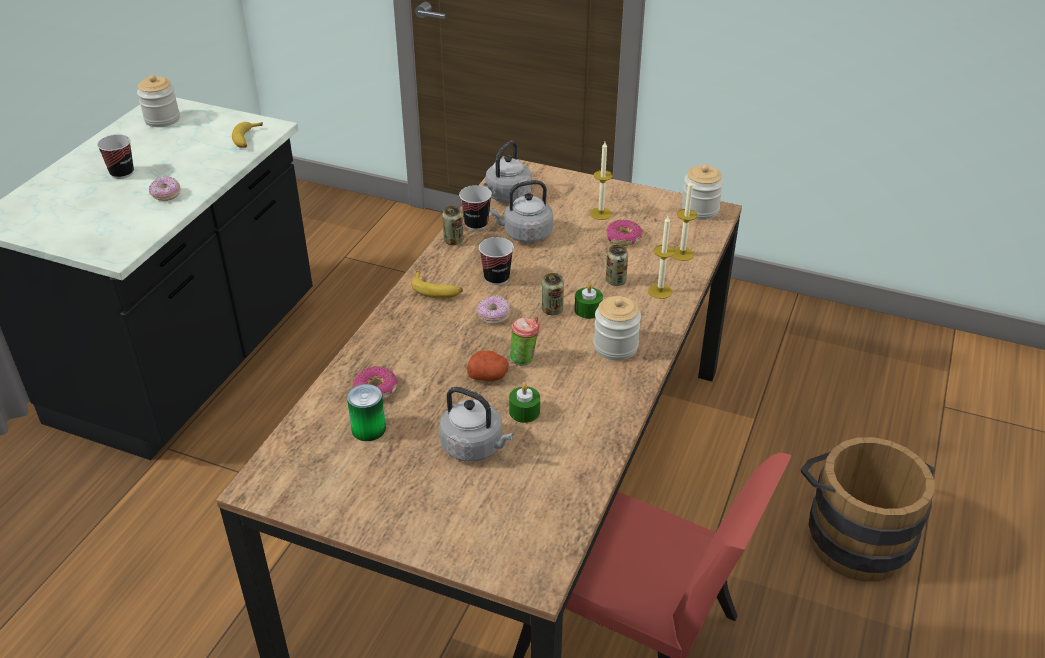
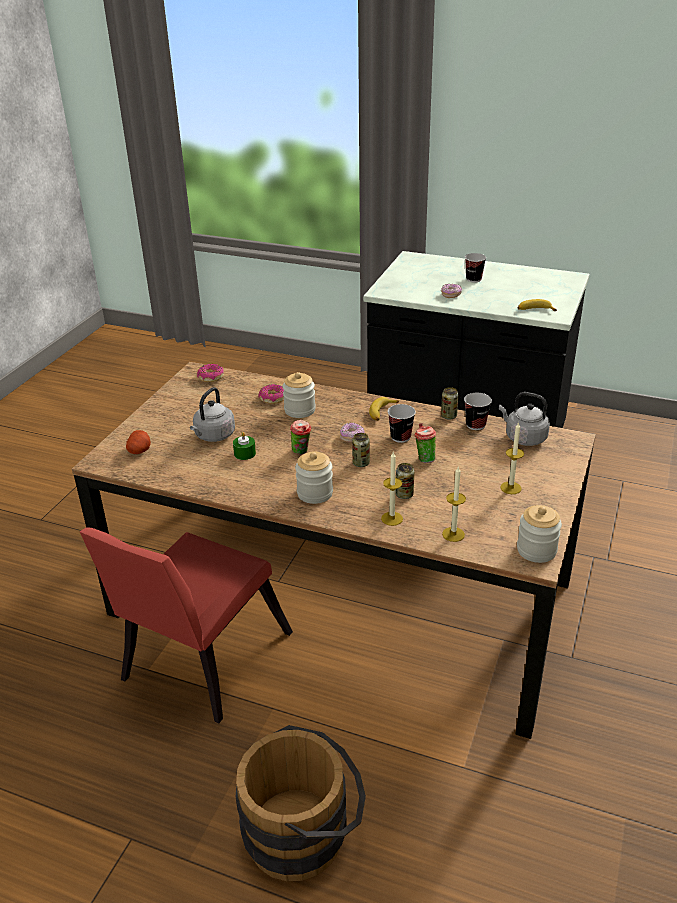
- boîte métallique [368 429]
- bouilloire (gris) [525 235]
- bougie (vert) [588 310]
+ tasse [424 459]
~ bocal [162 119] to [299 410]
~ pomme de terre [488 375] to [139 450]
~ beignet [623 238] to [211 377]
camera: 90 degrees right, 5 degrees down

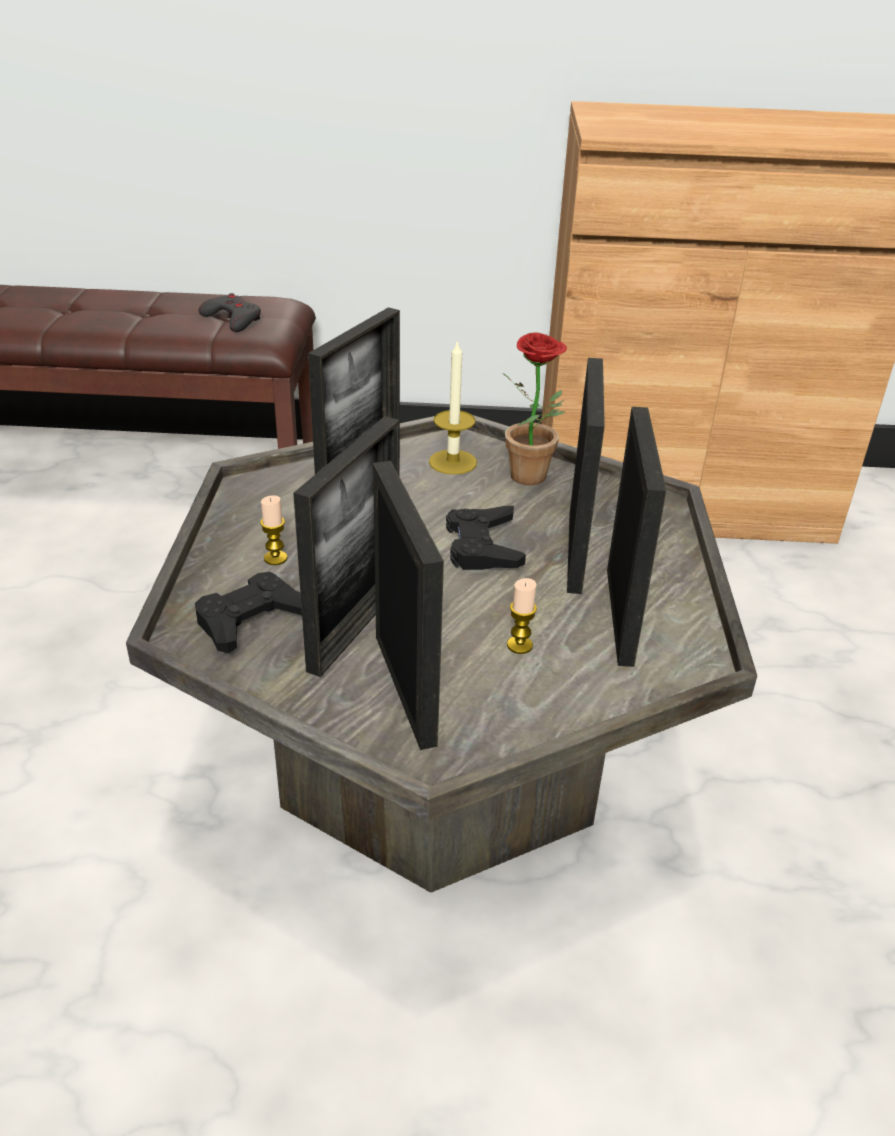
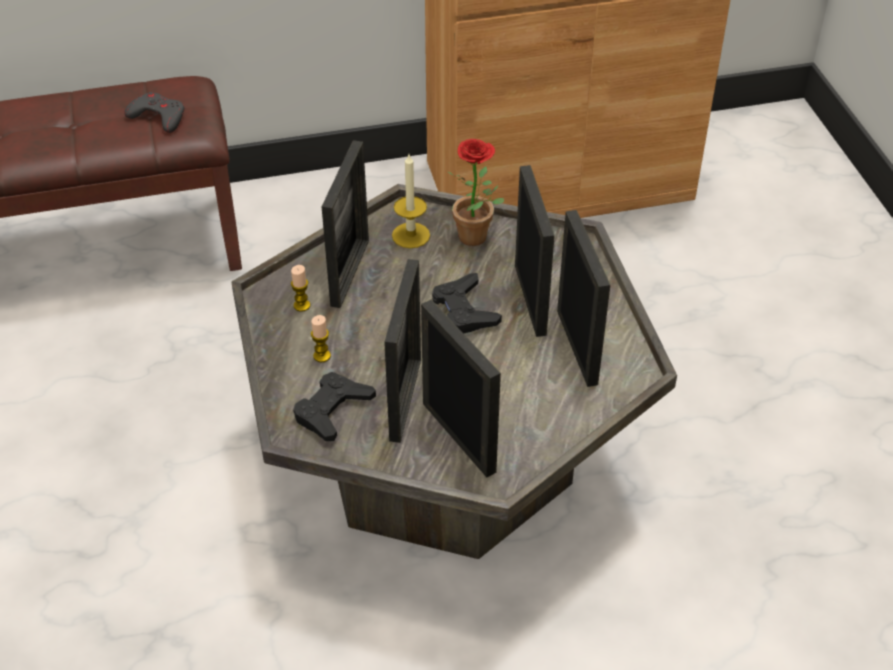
~ bougie [519 645] to [302 305]
camera: 15 degrees left, 10 degrees up

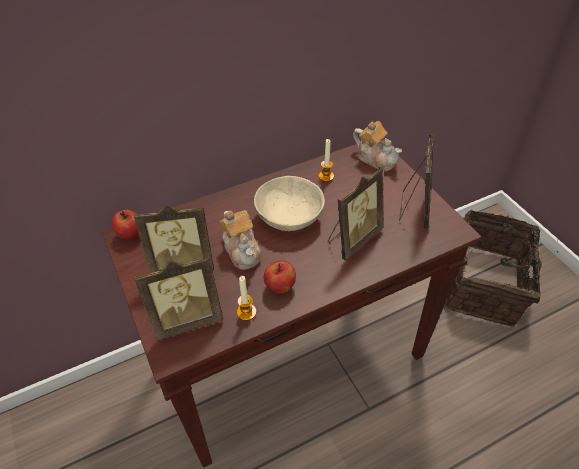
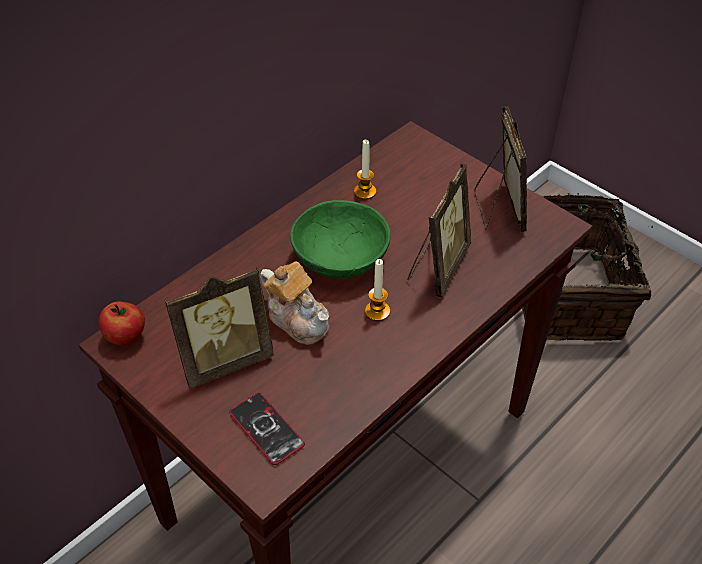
- pomme [280 286]
- théière [376 158]
~ bougie [246 312] to [377 311]
~ cadre photo [187 319] to téléphone [266 429]
~ bol (beige) [289 216] to bol (vert) [339 257]
camera: 20 degrees left, 0 degrees up

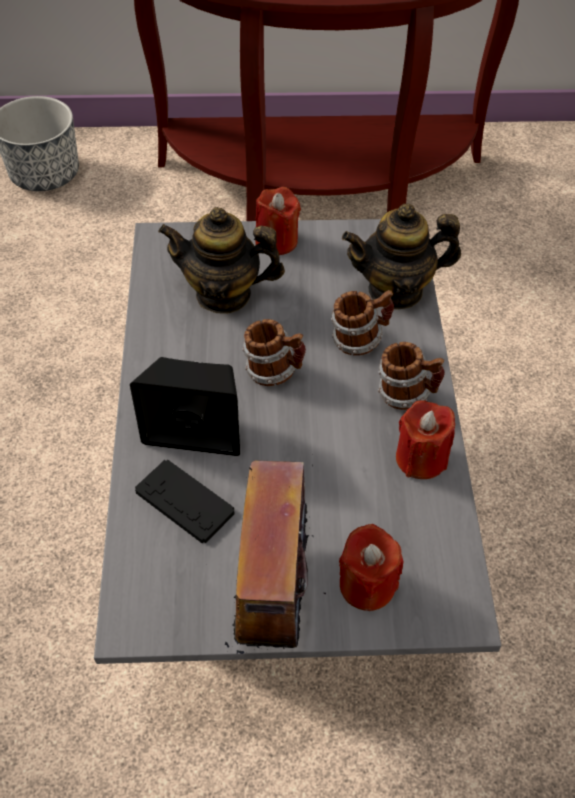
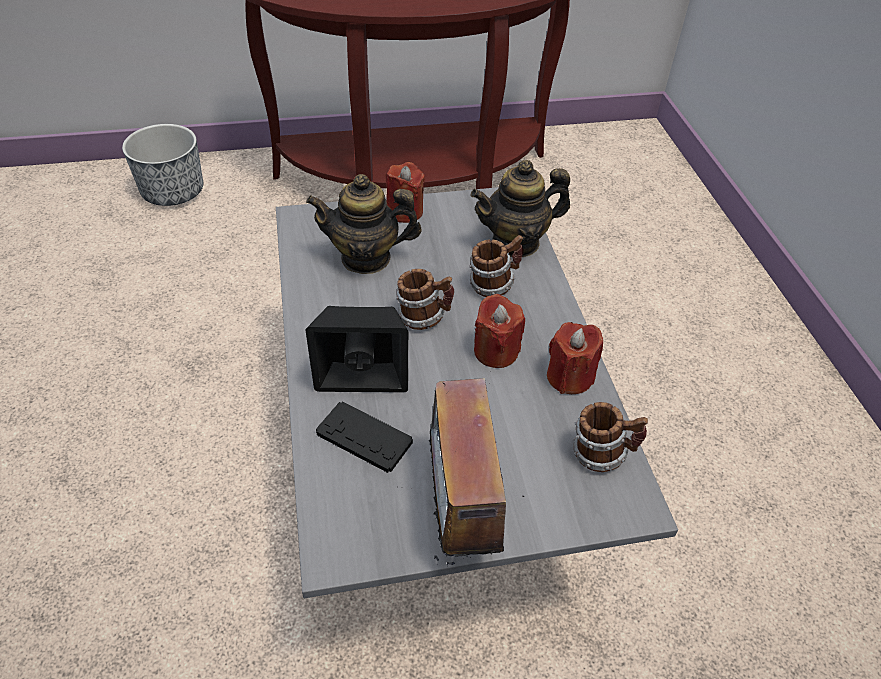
~ bougie (rouge) [367 585] to [495 351]
~ mug [406 394] to [601 454]
camera: 10 degrees left, 5 degrees down

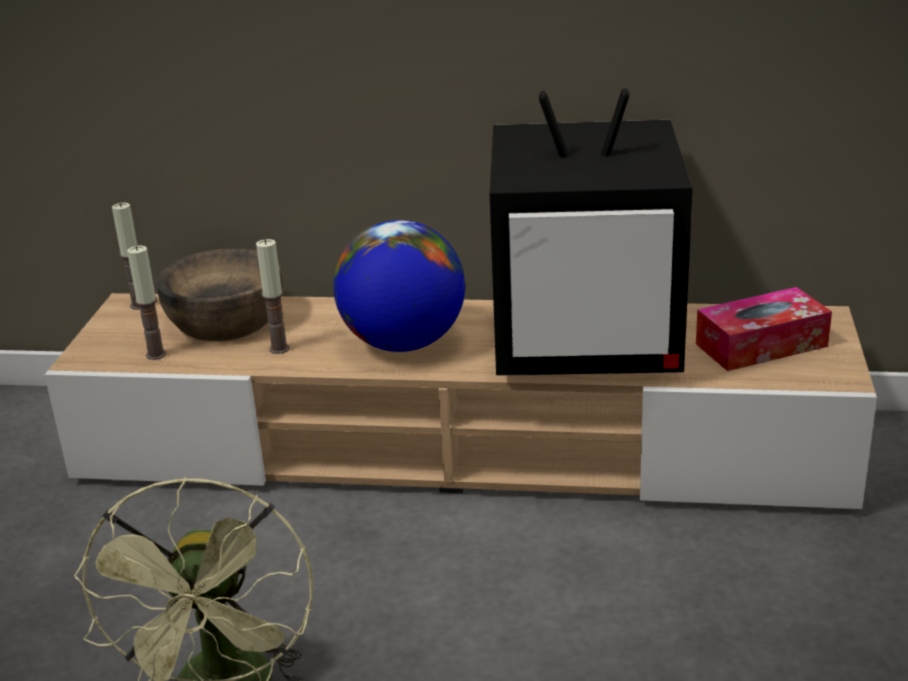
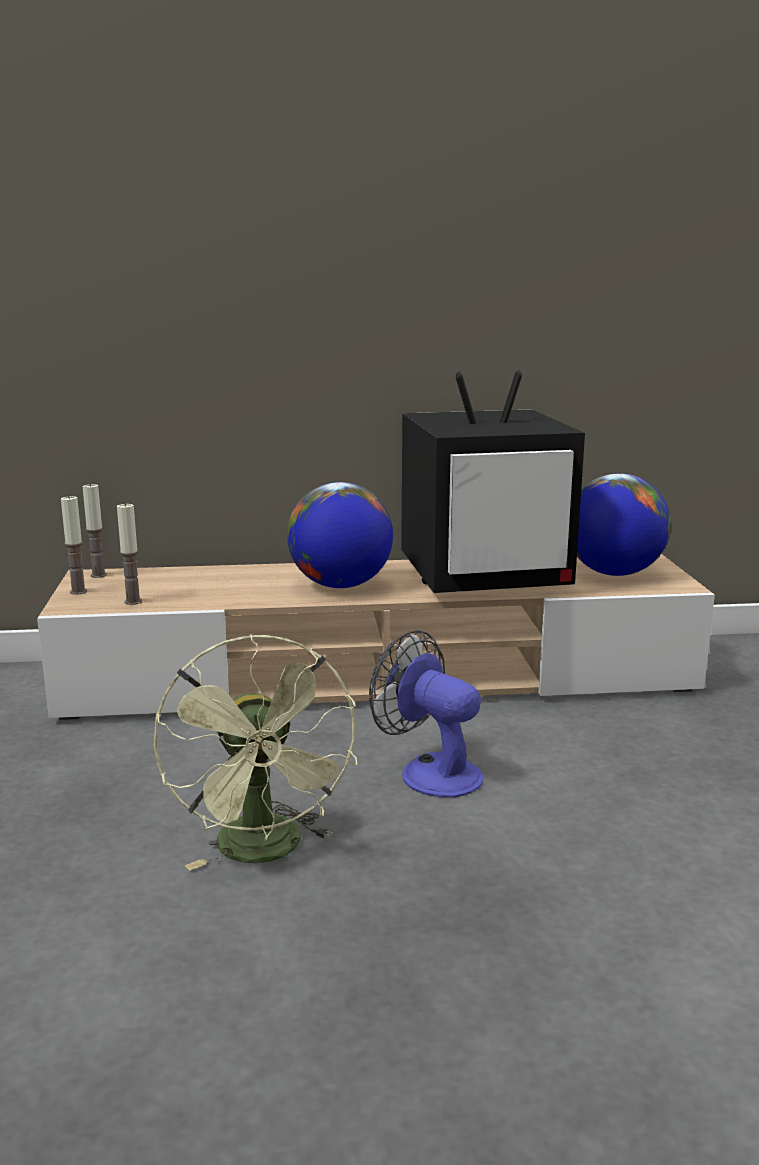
- bol (marron) [225 320]
+ ventilateur [429 771]
~ bougie [279 349] to [78 591]
~ boîte à mouchoirs [761 345] to globe [614 573]
camera: 15 degrees left, 10 degrees down

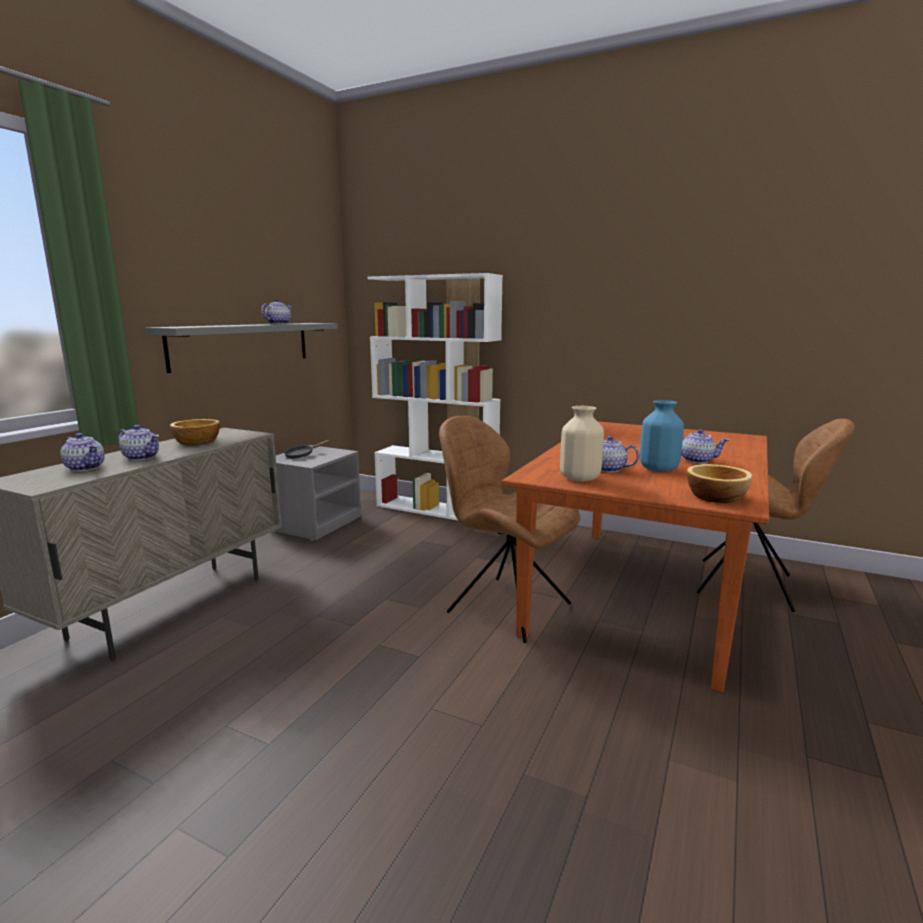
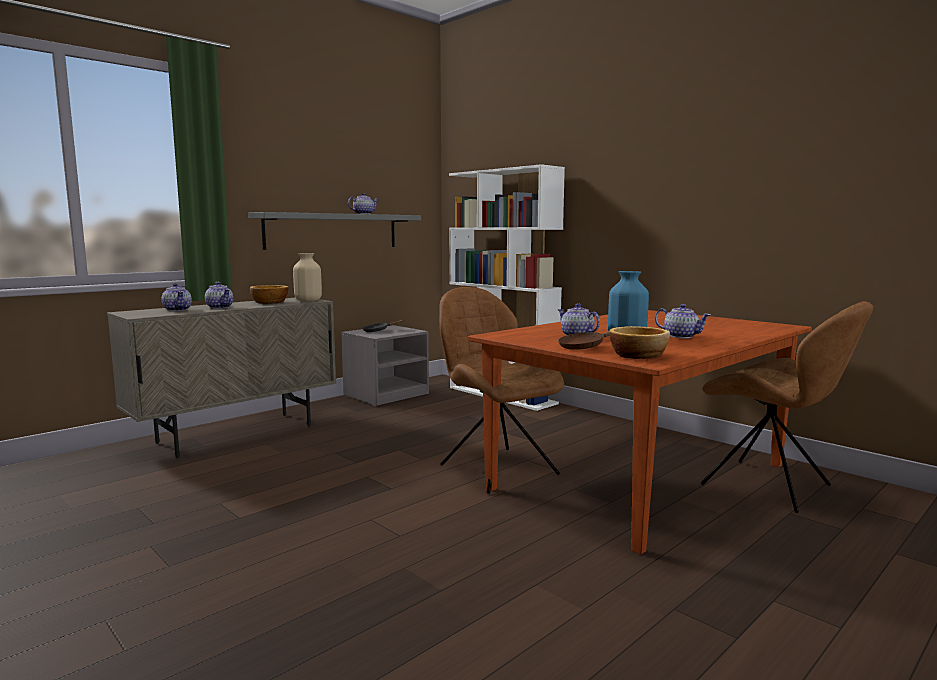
+ poêle (marron) [585 347]
~ vase (beige) [579 478] to [307 301]
camera: 20 degrees right, 5 degrees down

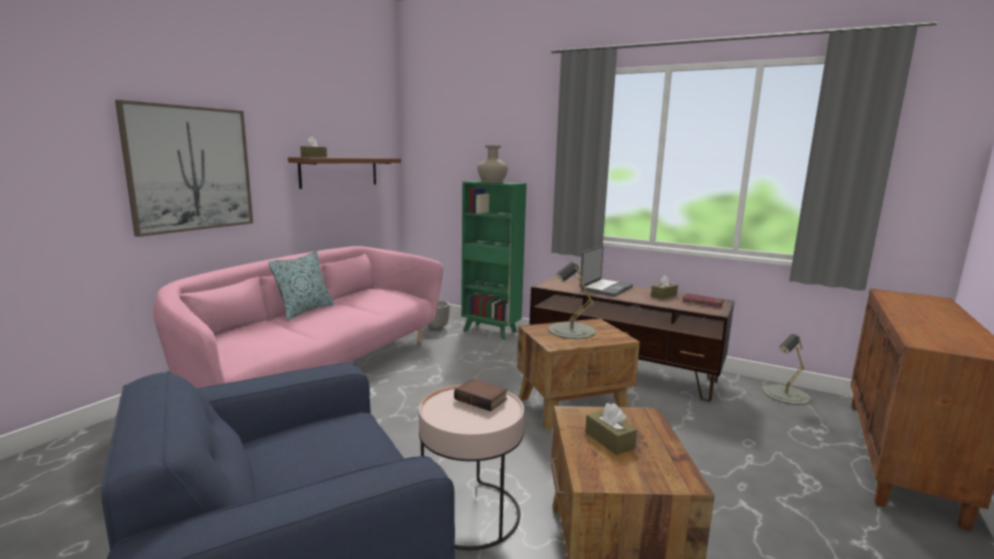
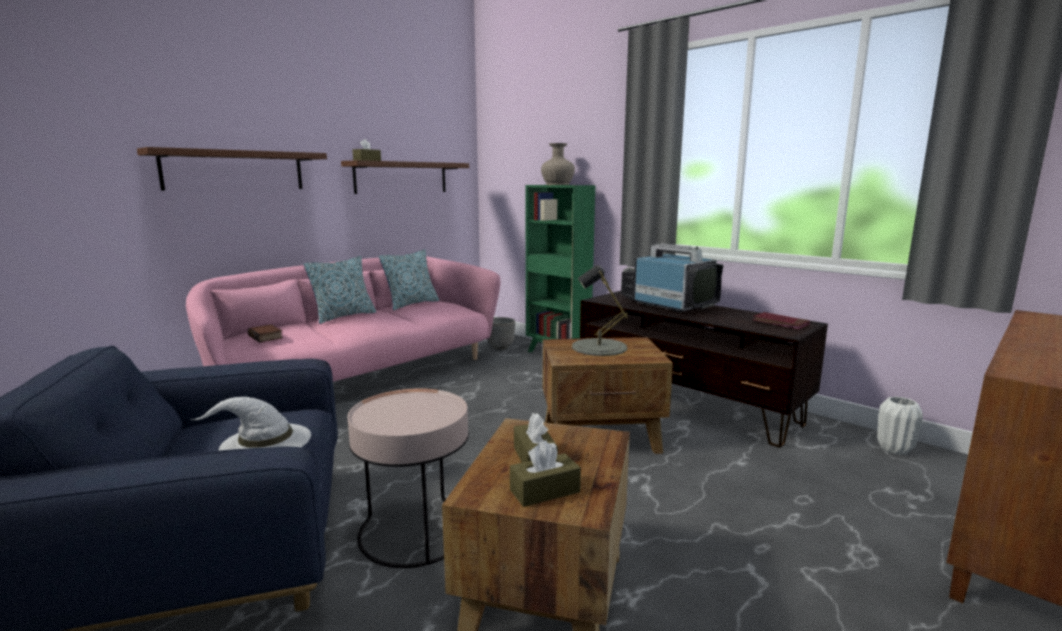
+ chapeau (blanc) [264 442]
+ coussin [411 304]
~ livre [482 399] to [267 337]
~ boîte à mouchoirs (marron) [663 296] to [545 491]
~ tableau [190 169] to étagère (marron) [235 170]
~ ordinateur portable [605 288] to téléviseur [668 305]
~ lampe de table (gris) [786 395] to vase (blanc) [895 449]
camera: 15 degrees right, 0 degrees up

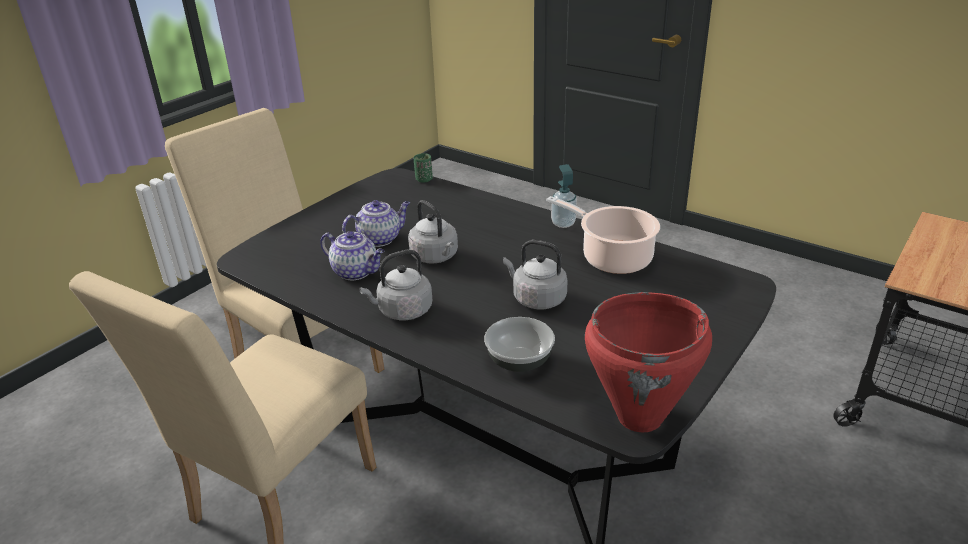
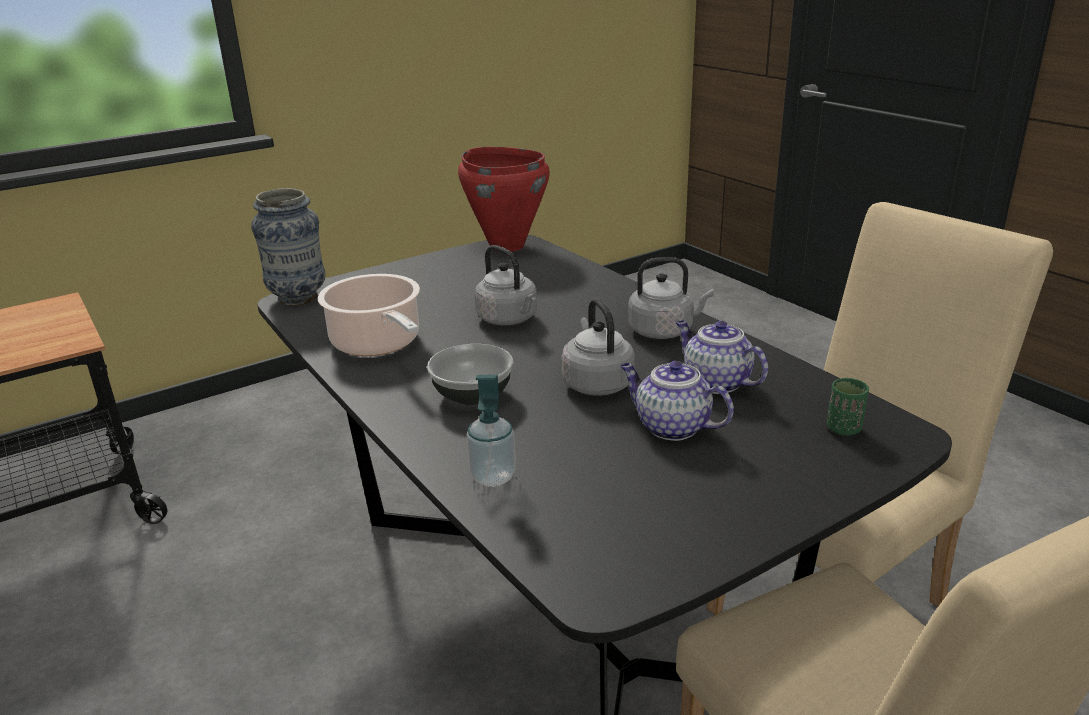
+ vase [298 298]
~ tasse (vert) [424 179] to [843 429]
~ bol [520 361] to [471 395]
~ distributeur de savon [563 223] to [493 477]
~ théière [380 239] = [671 427] 45 degrees clockwise
camera: 160 degrees left, 5 degrees down

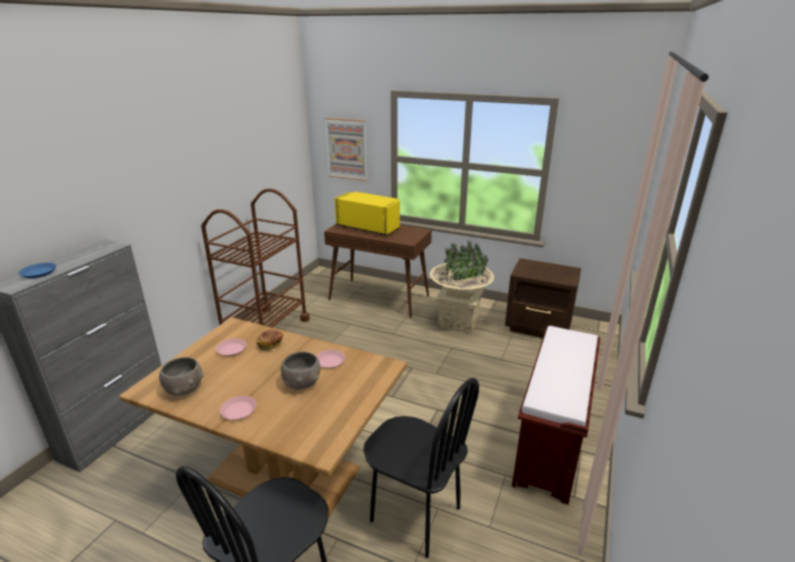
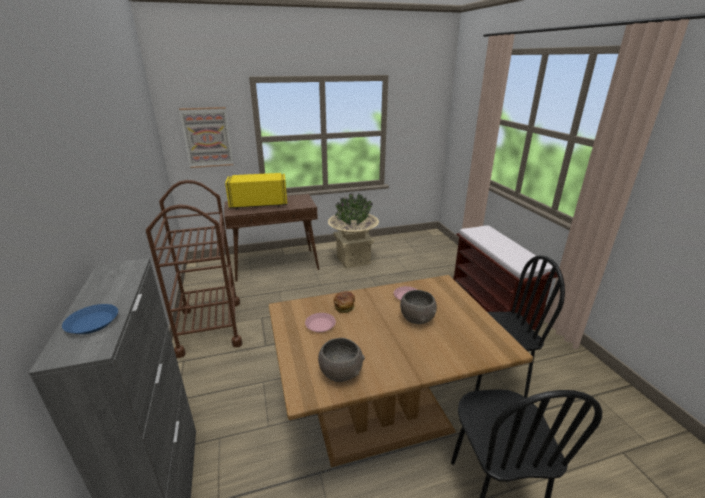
- assiette (rose) [238 410]
- table de chevet (marron) [539 328]
camera: 40 degrees left, 0 degrees up

